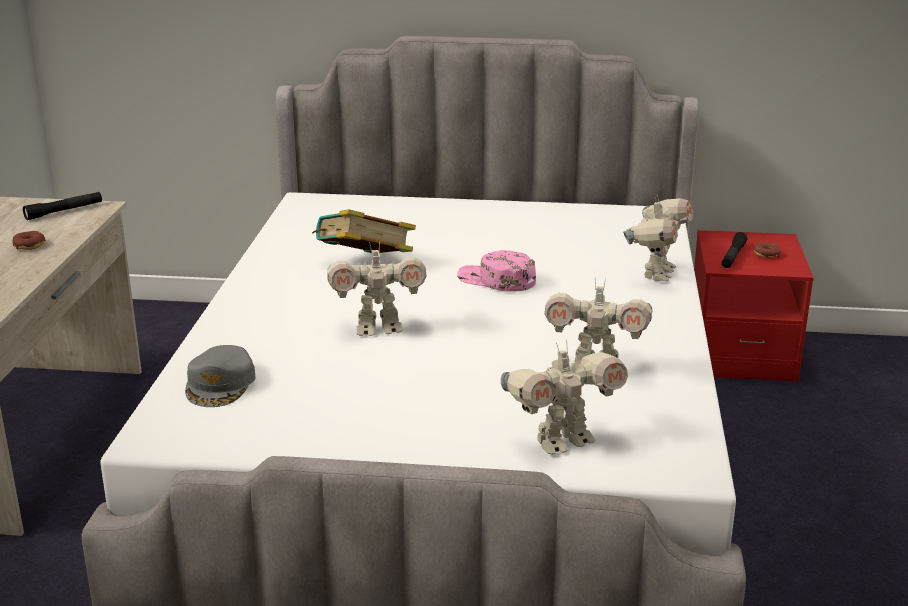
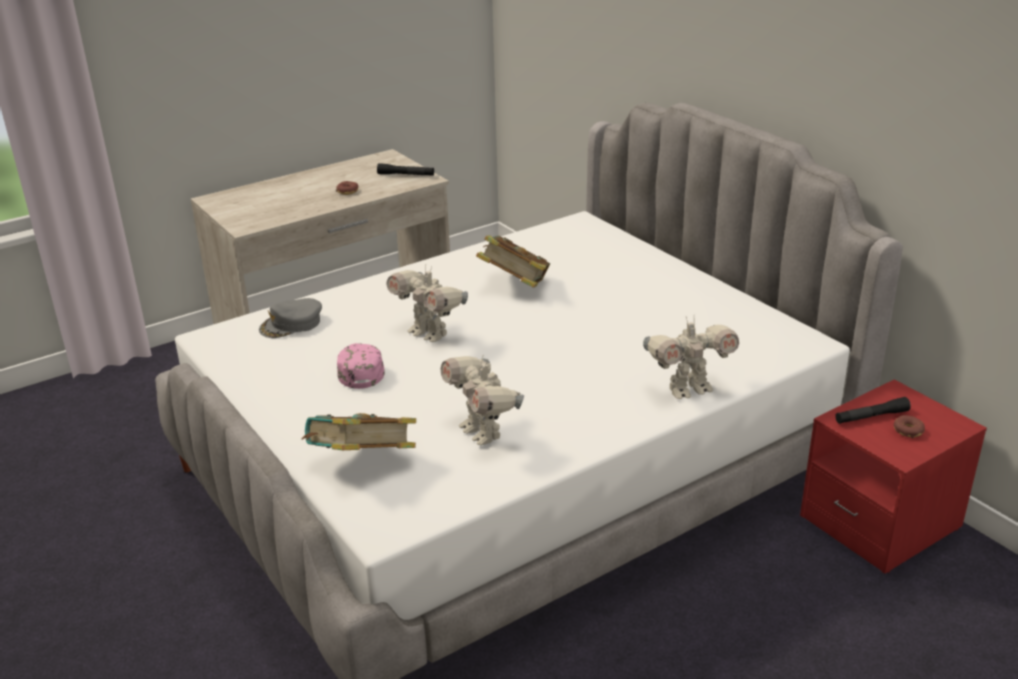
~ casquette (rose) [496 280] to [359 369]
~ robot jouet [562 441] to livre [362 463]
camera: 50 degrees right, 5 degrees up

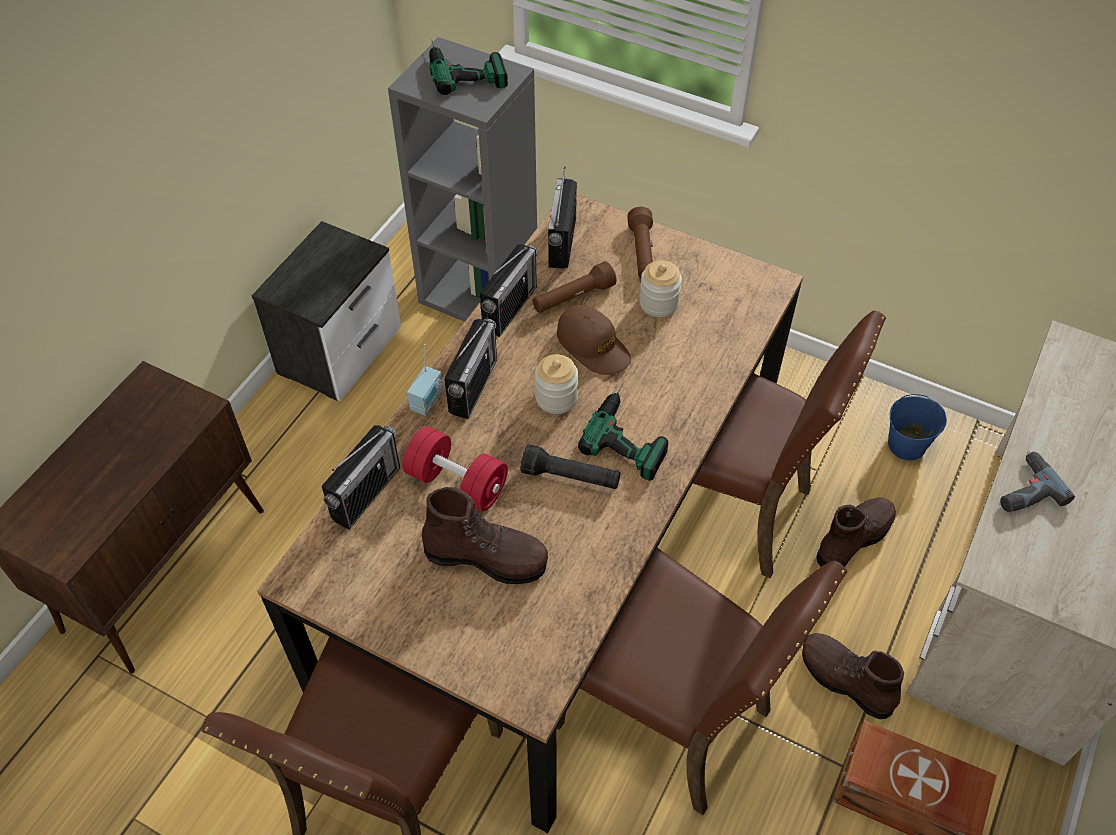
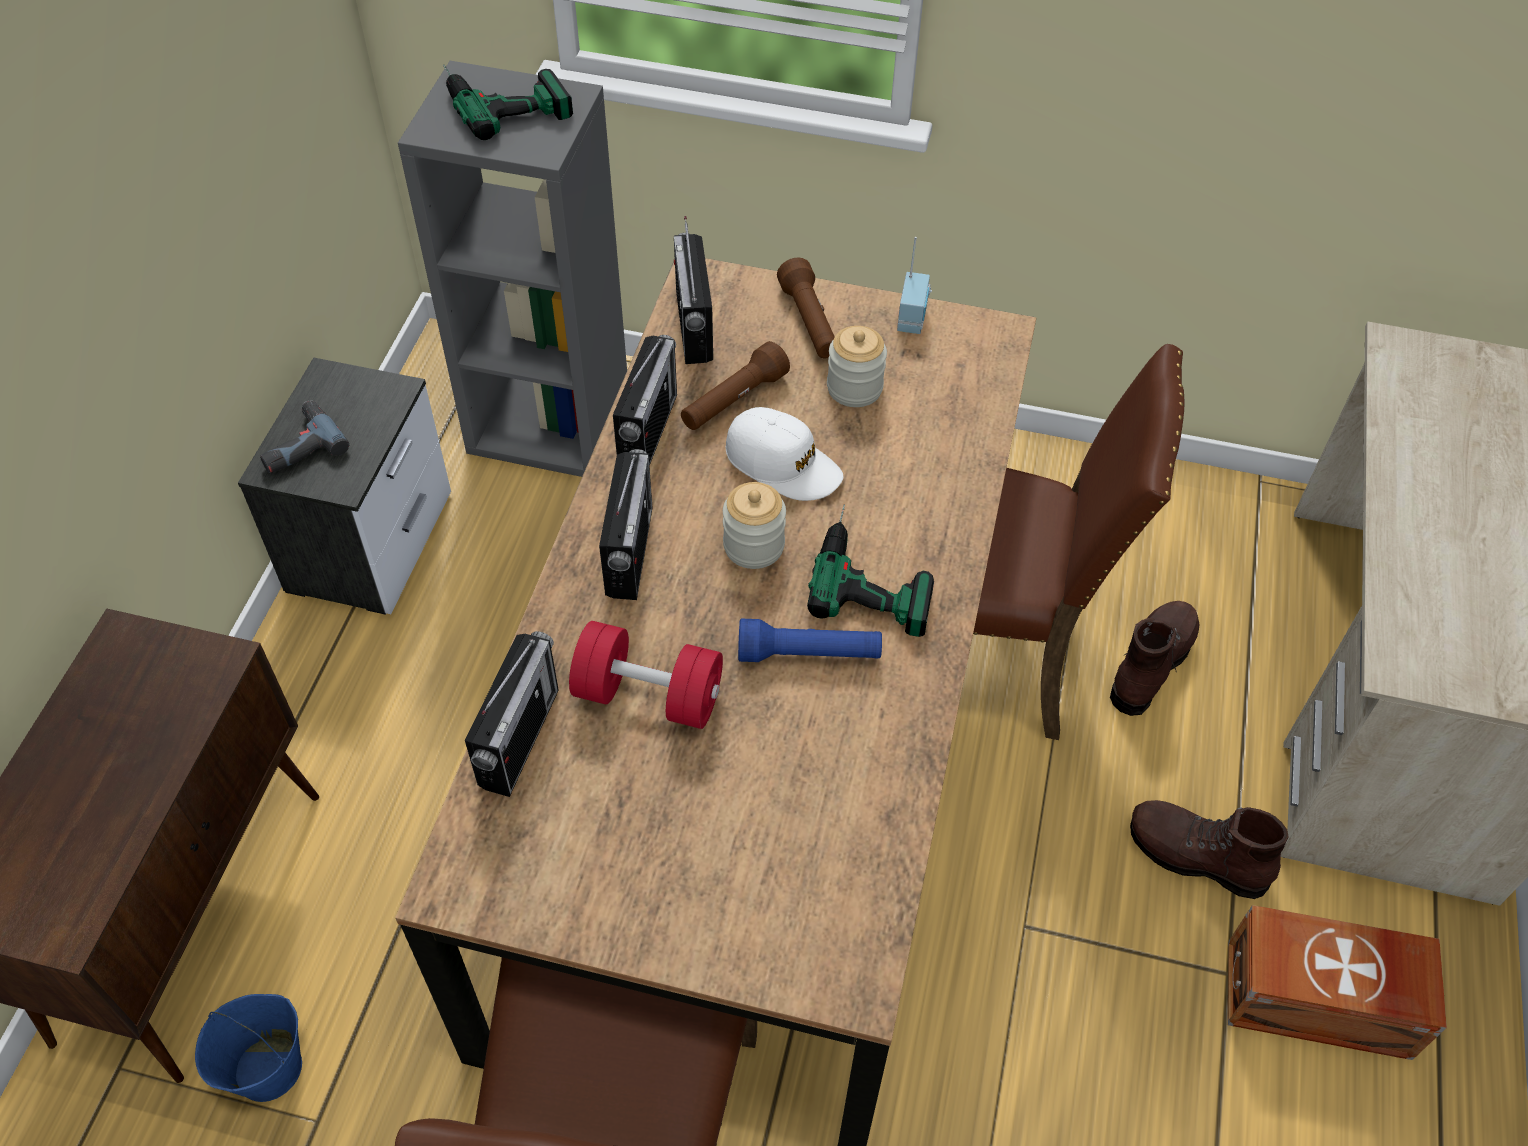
- botte (marron) [487 557]
- chaise (marron) [669 716]
~ radio [428 401] to [913 318]
~ seau (bleu) [907 444] to [269 1067]
~ perceuse [1024 489] to [298 445]
~ lampe de poche (noir) [571 477] to lampe de poche (bleu) [809 654]
~ casquette (marron) [593 346] to casquette (blanc) [783 464]
camera: 15 degrees left, 0 degrees up

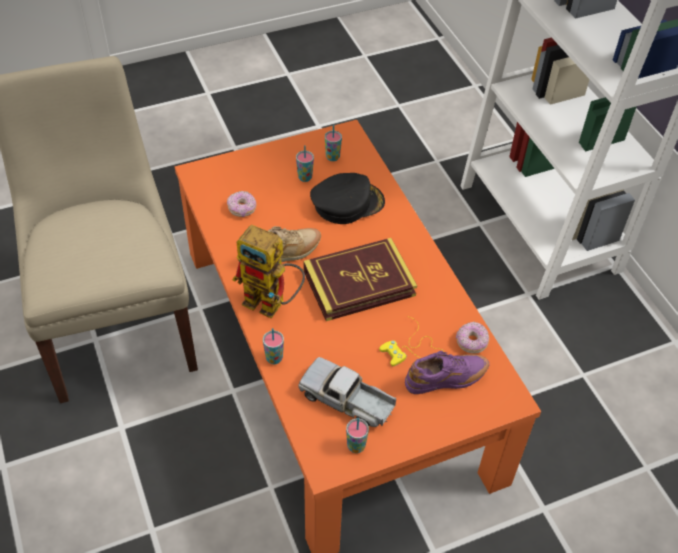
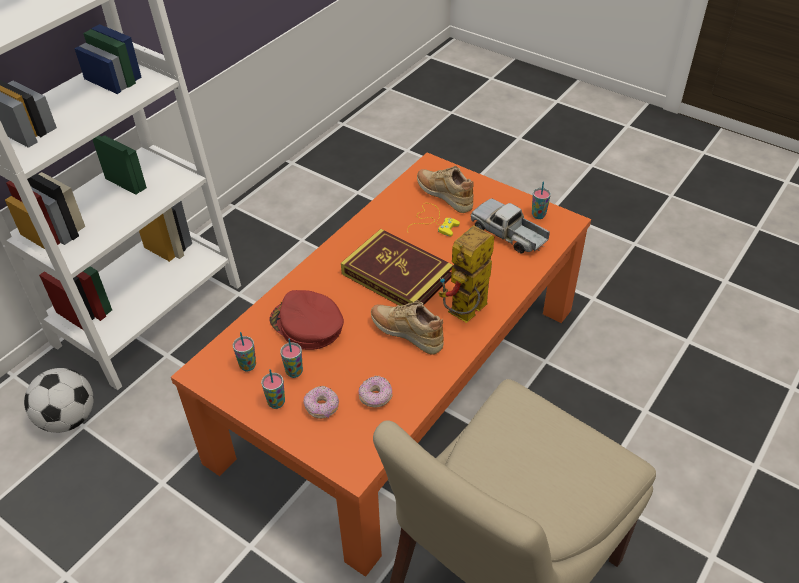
+ ballon de foot [68 419]
~ tasse [274 358] to [276 403]
~ beignet [471 342] to [322 407]
~ casquette (noir) [347 203] to casquette (rouge) [307 325]
~ chaussure (violet) [446 380] to chaussure (beige) [444 196]
~ robot jouet [272 303] = [465 315] 135 degrees counterclockwise
~ camion jouet [347 400] = [509 234] 135 degrees clockwise
camera: 120 degrees left, 5 degrees down

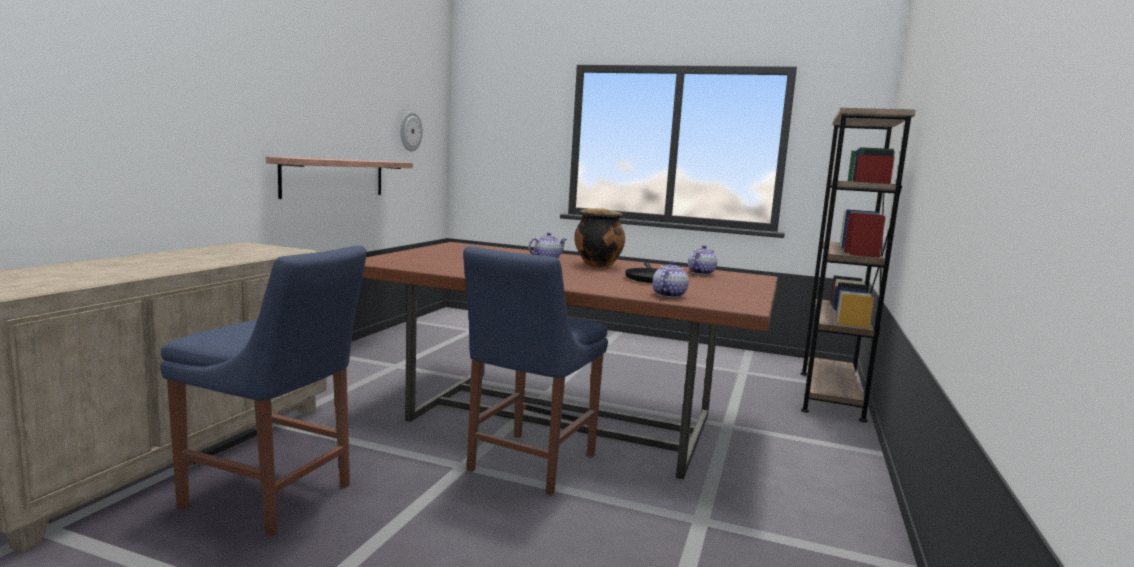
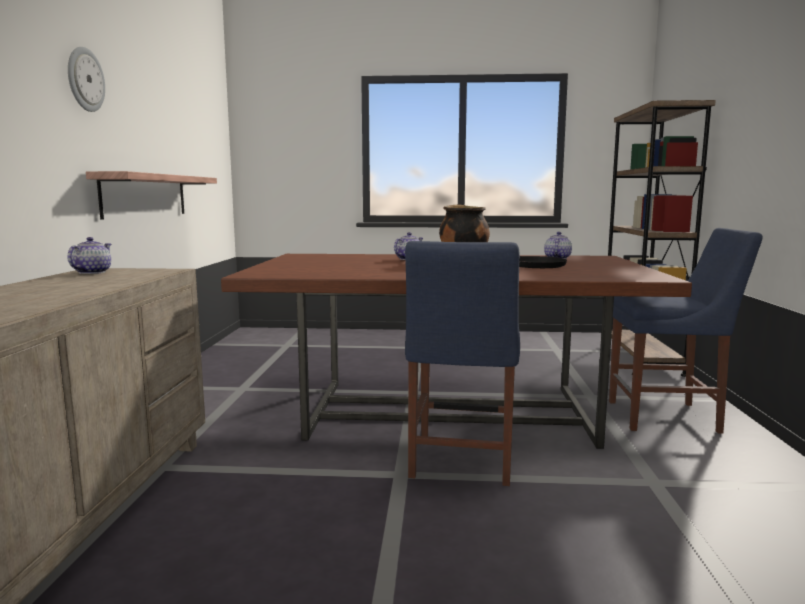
~ chaise (bleu) [273 498] to [668 417]
~ horloge murale [410 131] to [85 79]
~ théière [668 295] to [92 272]
camera: 15 degrees left, 0 degrees up

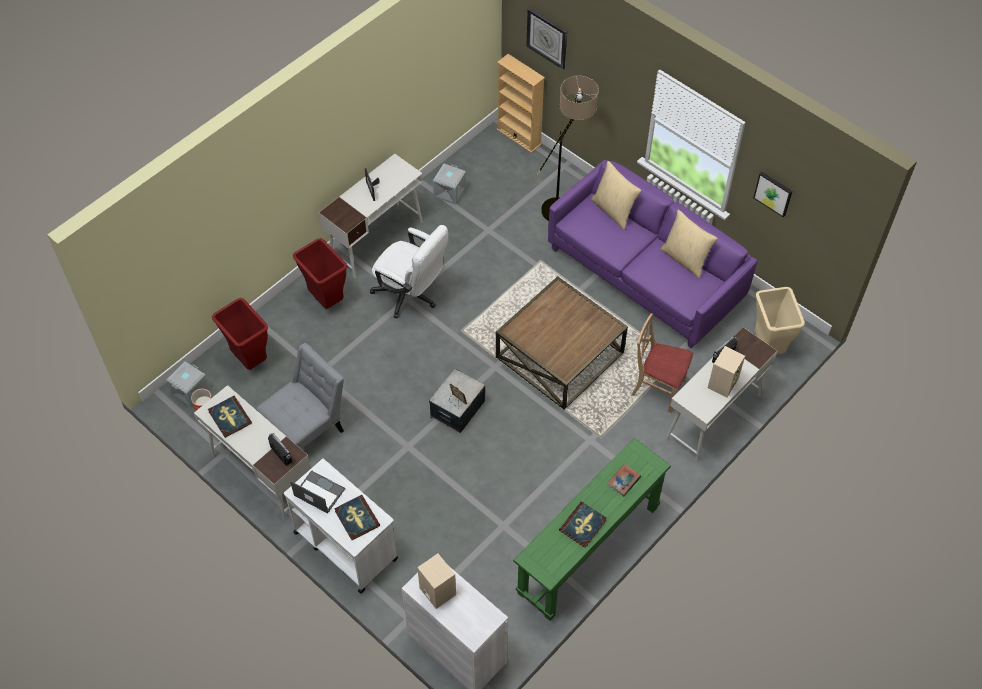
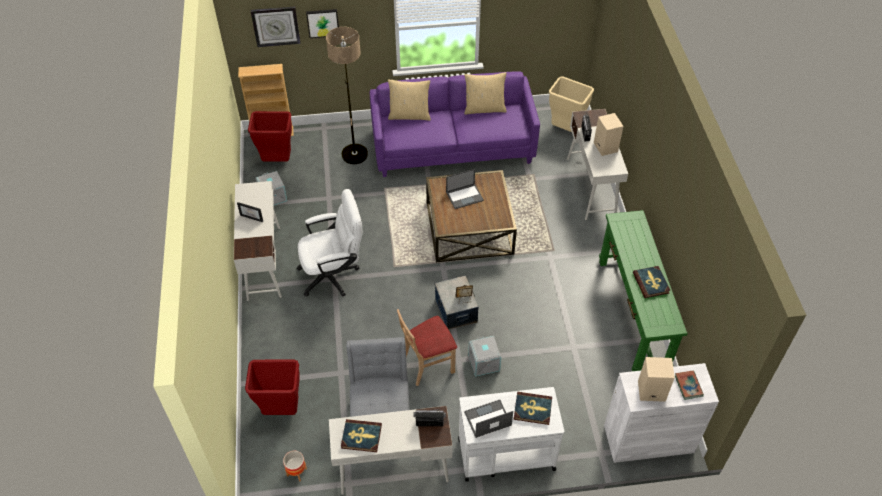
+ ordinateur portable [465 196]
~ boîte de rangement (gris) [191 392] to [484 363]
~ poubelle (rouge) [326 300] to [277 161]
~ livre [623 481] to [688 386]
~ chaise (beige) [658 389] to [428 364]
~ tableau [773 193] to [323 22]
camera: 50 degrees left, 5 degrees down

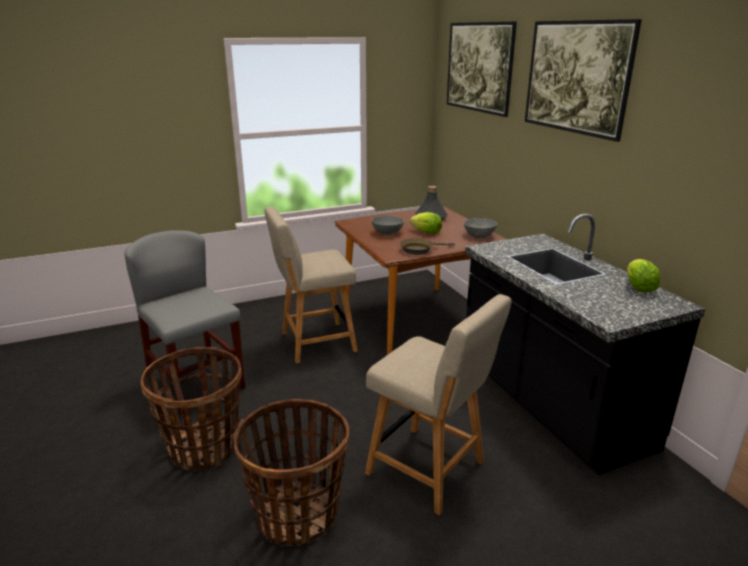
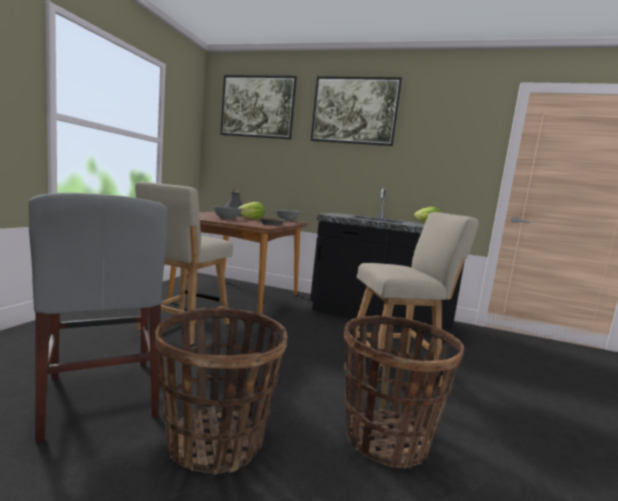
~ chaise (gris) [196 383] = [101 395] 120 degrees counterclockwise
camera: 50 degrees left, 15 degrees down

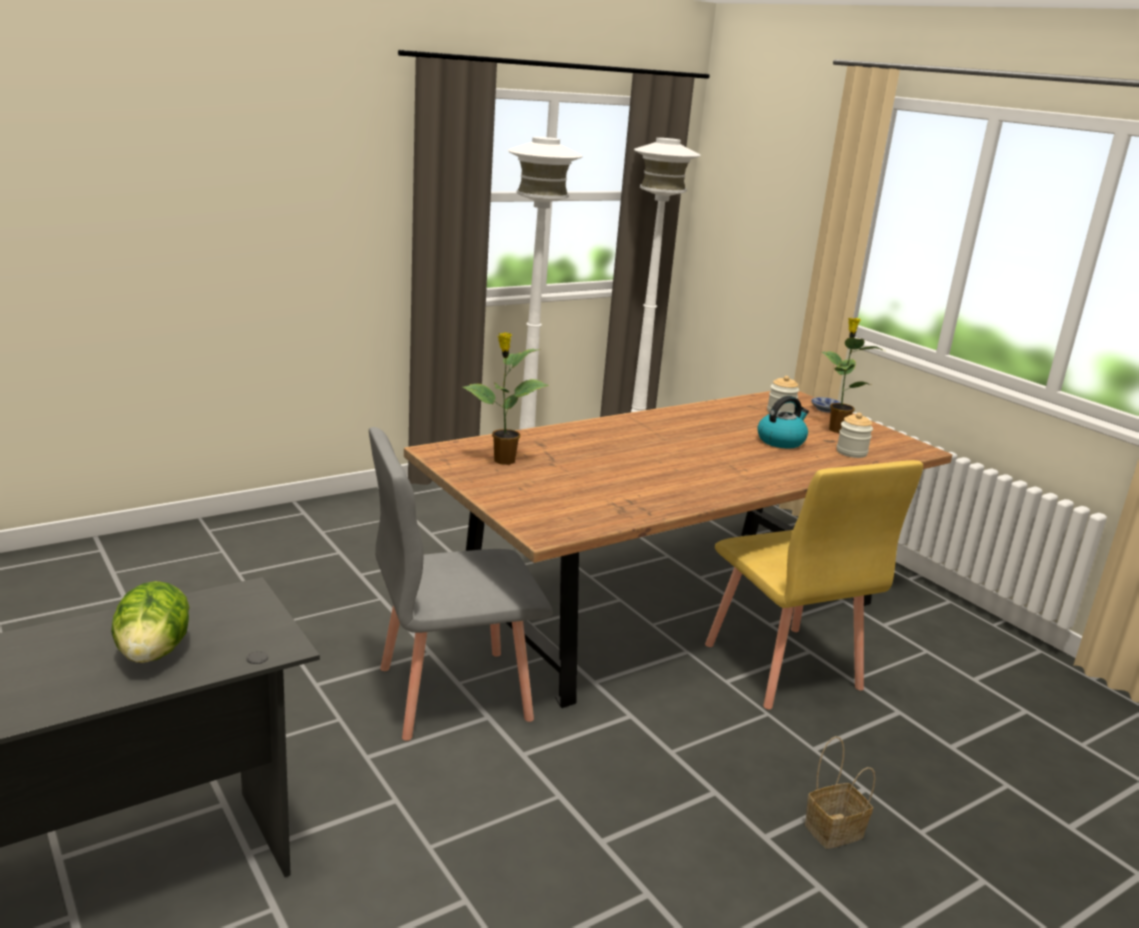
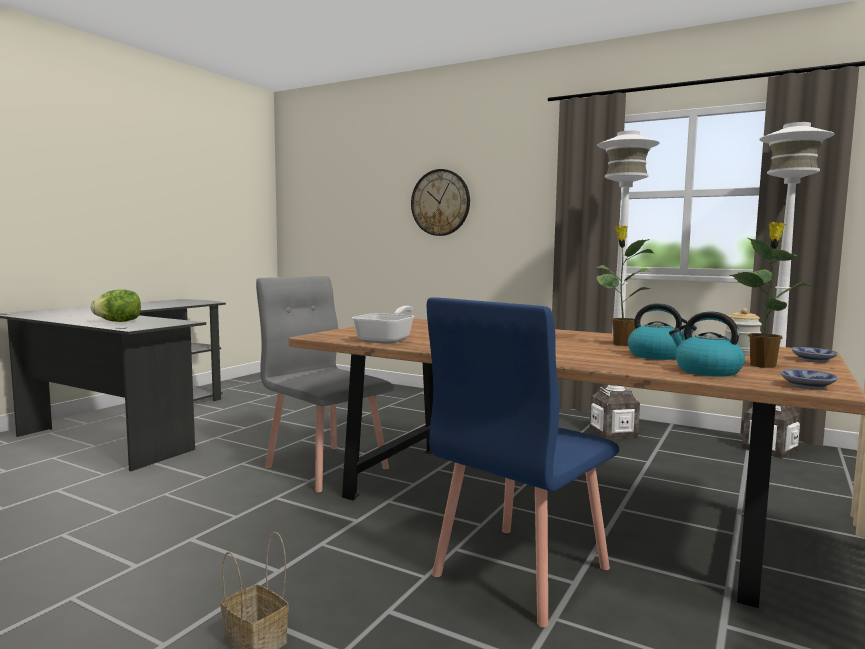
+ poêle [388 340]
+ horloge murale [440 202]
+ bol [807 386]
~ plante en pot [503 461] to [621 344]
~ bocal [851 452] to bouilloire [706 371]
~ chaise (jaune) [782 667] to chaise (bleu) [519 571]
camera: 65 degrees right, 15 degrees down

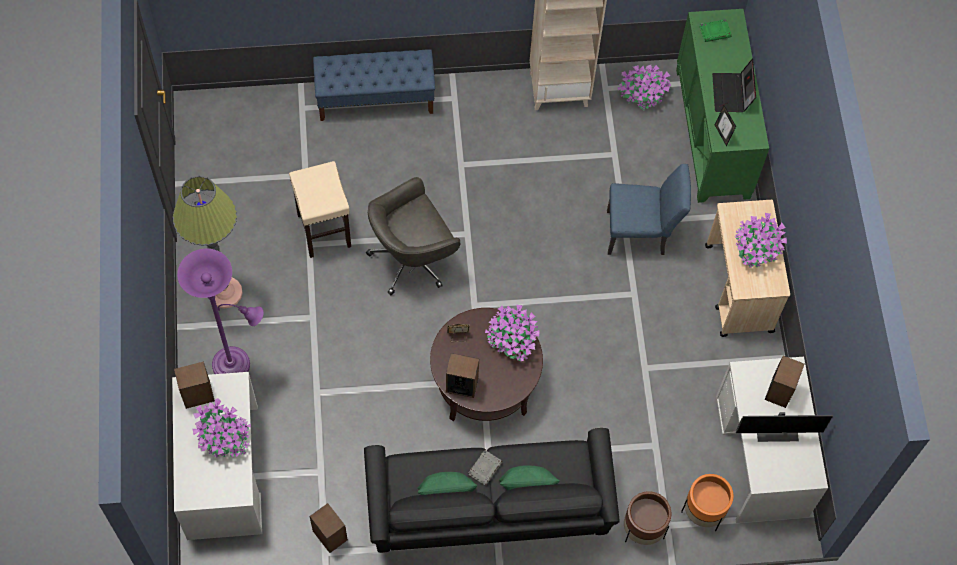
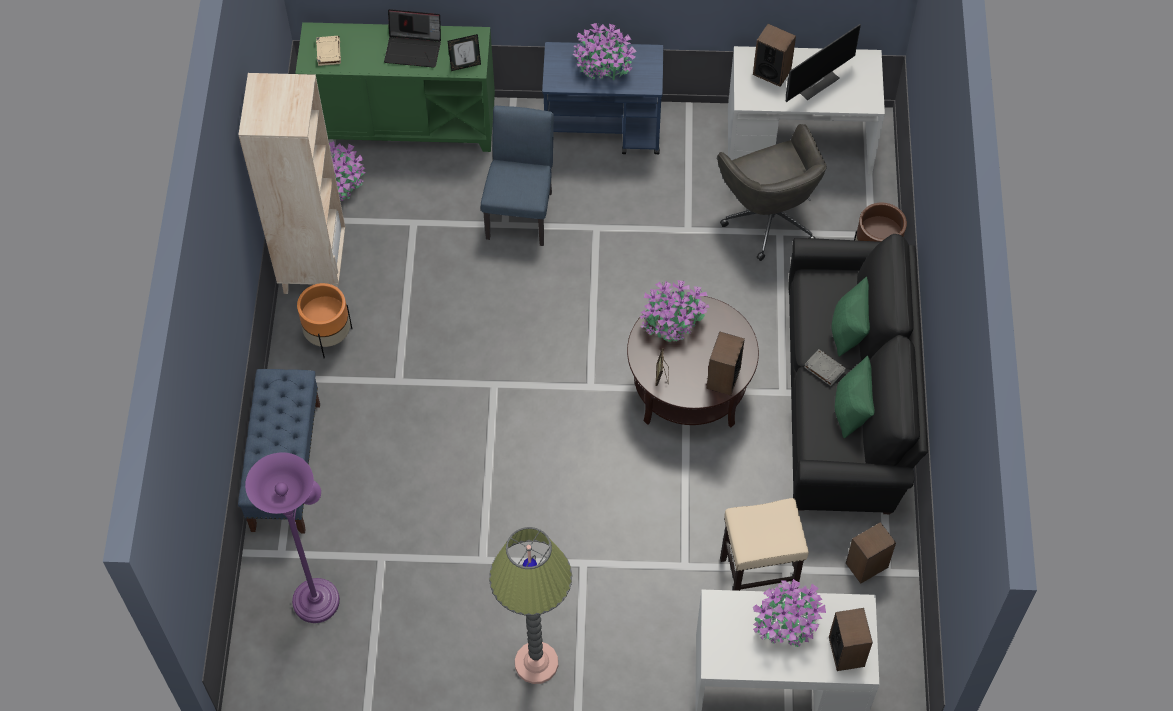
~ enceinte [198 395] to [846 651]
~ lampadaire (violet) [236 365] to [317 595]
~ tabouret (beige) [324 231] to [758 577]
~ chaise de bureau (gris) [412 258] to [769 218]
~ cache-pot (orange) [703 512] to [328 337]
~ livre (vert) [715 32] to livre (beige) [328 52]
~ chariot (beige) [739 289] to chariot (bleu) [603 130]
~ écran d'ordinateur [777 429] = [814 81] 45 degrees clockwise
camera: 80 degrees left, 5 degrees down

